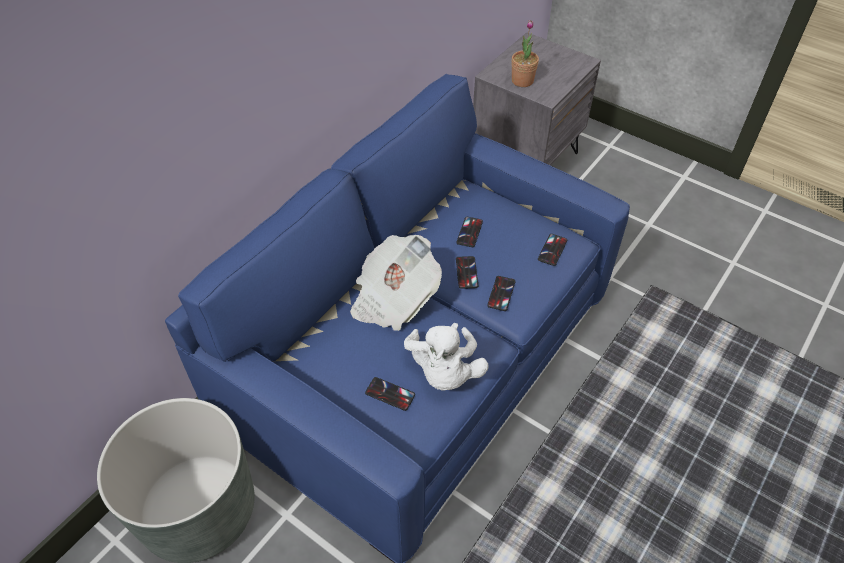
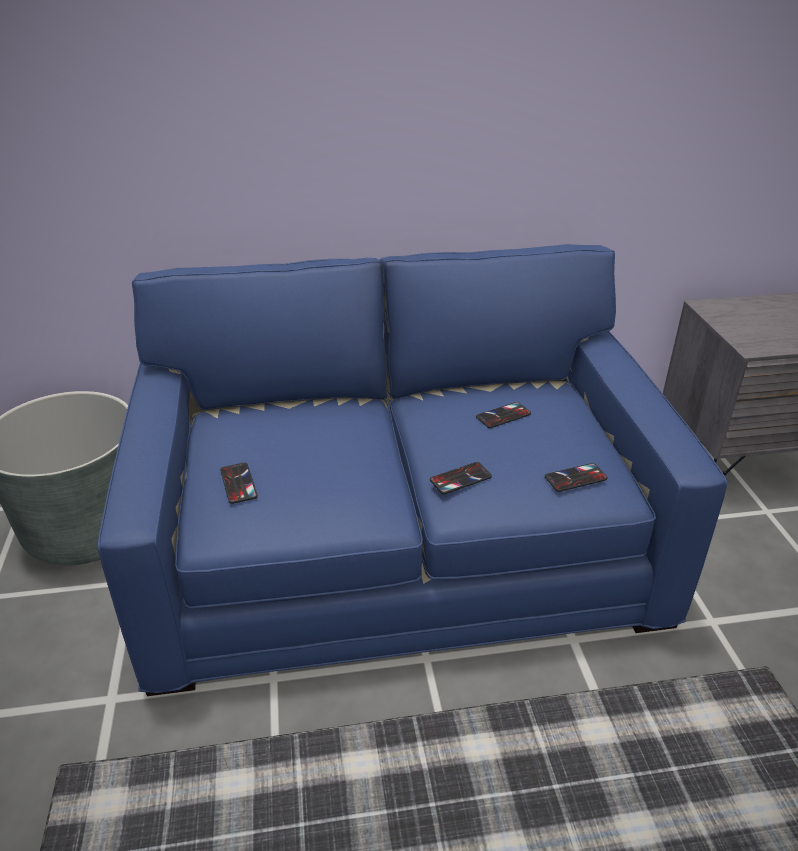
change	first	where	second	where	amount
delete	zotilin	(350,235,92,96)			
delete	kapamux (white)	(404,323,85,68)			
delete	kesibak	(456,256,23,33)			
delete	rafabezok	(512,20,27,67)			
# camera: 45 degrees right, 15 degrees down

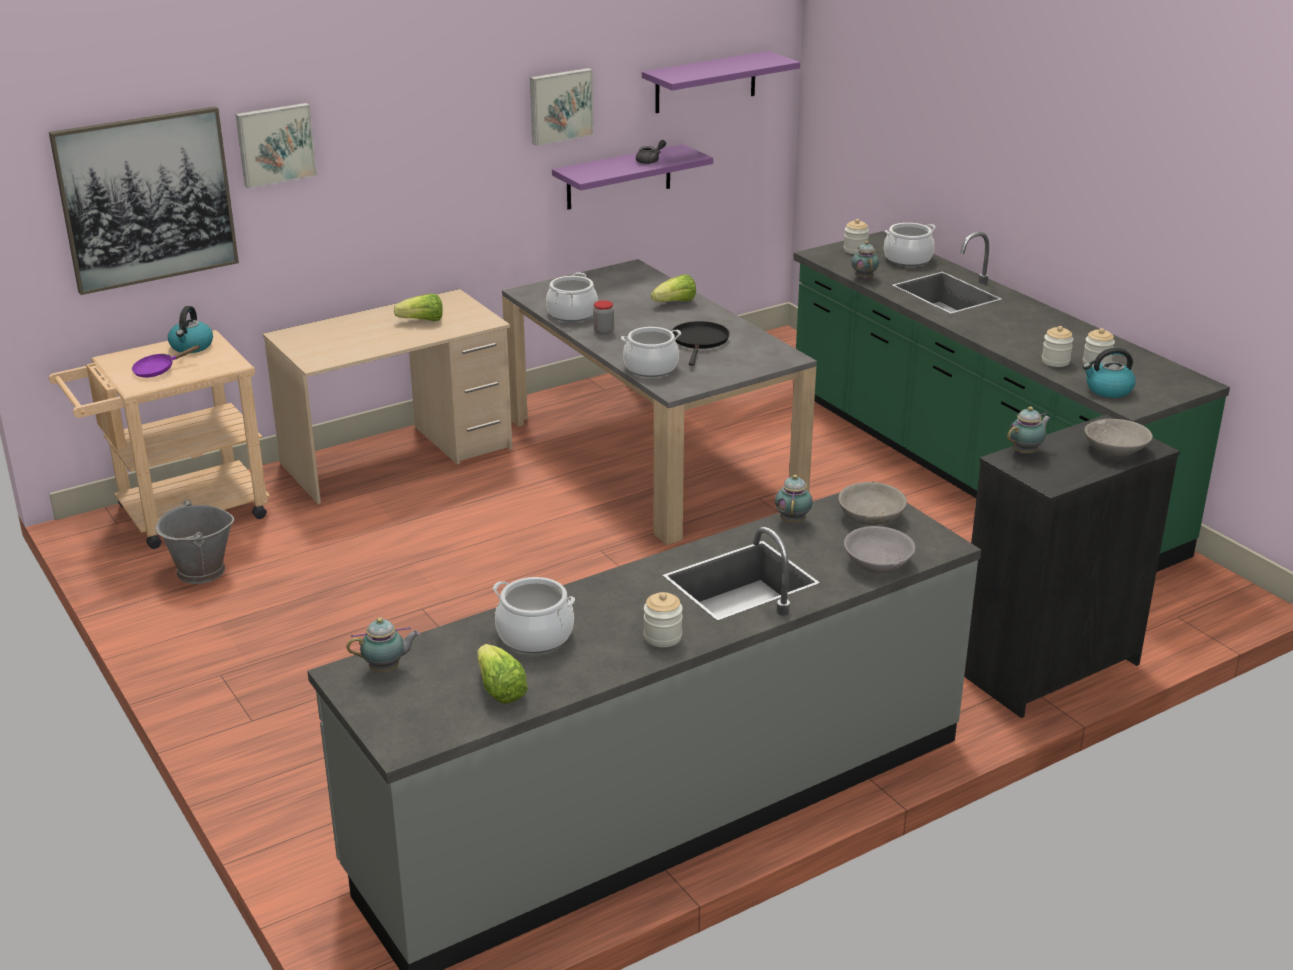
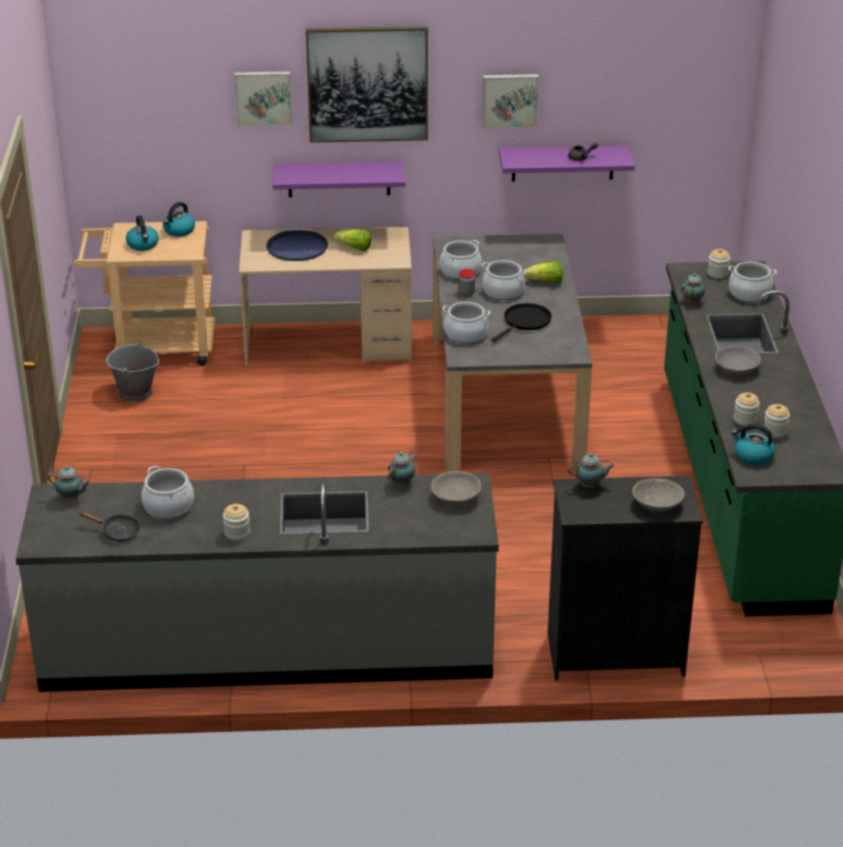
change	first	where	second	where	amount
insert			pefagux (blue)	(266,230,62,31)	
insert			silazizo	(482,260,45,40)	
move	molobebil	(49,106,190,189)		(306,26,122,117)	
move	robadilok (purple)	(642,51,158,62)		(273,161,132,36)	
move	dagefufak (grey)	(844,526,72,48)		(715,345,46,30)	
replace	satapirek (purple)	(132,345,68,33)	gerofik	(126,215,33,36)	
replace	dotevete	(477,644,51,60)	satapirek (black)	(78,511,62,30)	
# camera: 30 degrees right, 5 degrees up

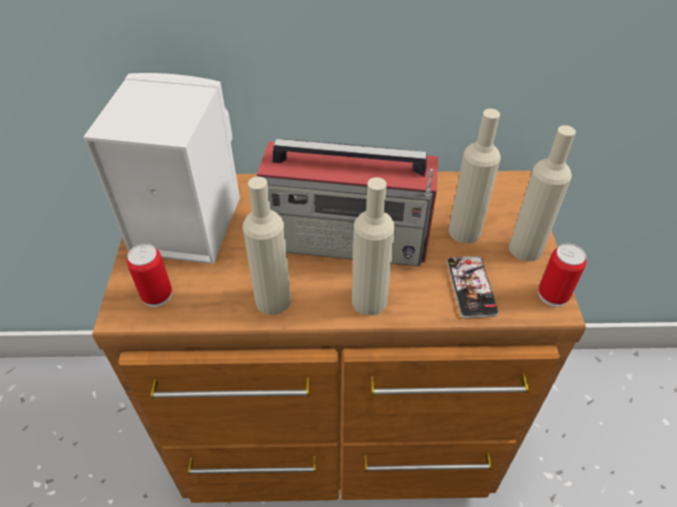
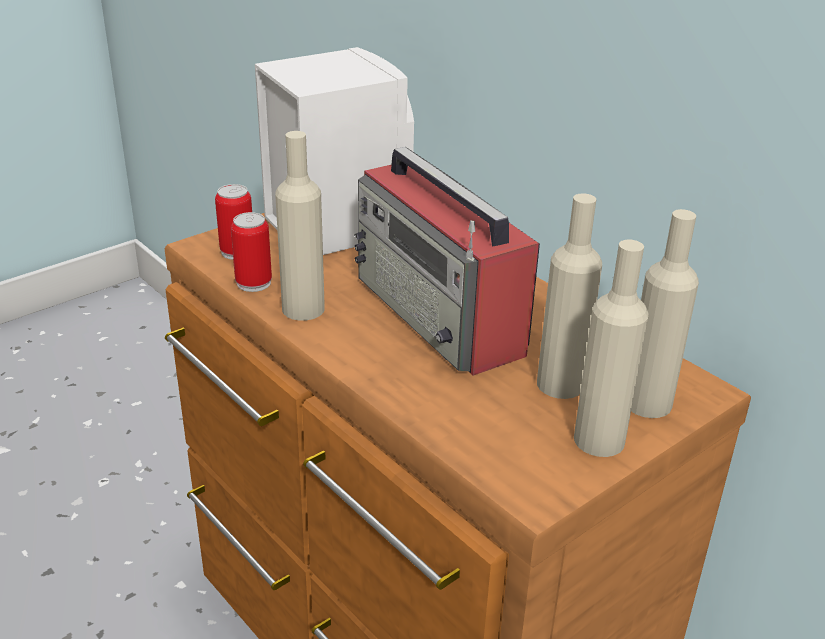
change	first	where	second	where	amount
delete	kesibak	(447,256,52,62)			
move	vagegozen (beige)	(352,177,43,139)		(631,209,68,209)	
move	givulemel	(538,244,49,63)		(231,212,41,80)	
# camera: 50 degrees right, 15 degrees down

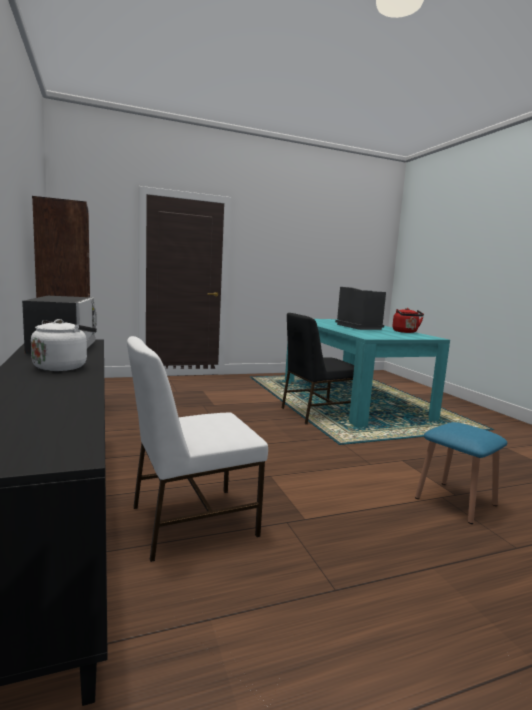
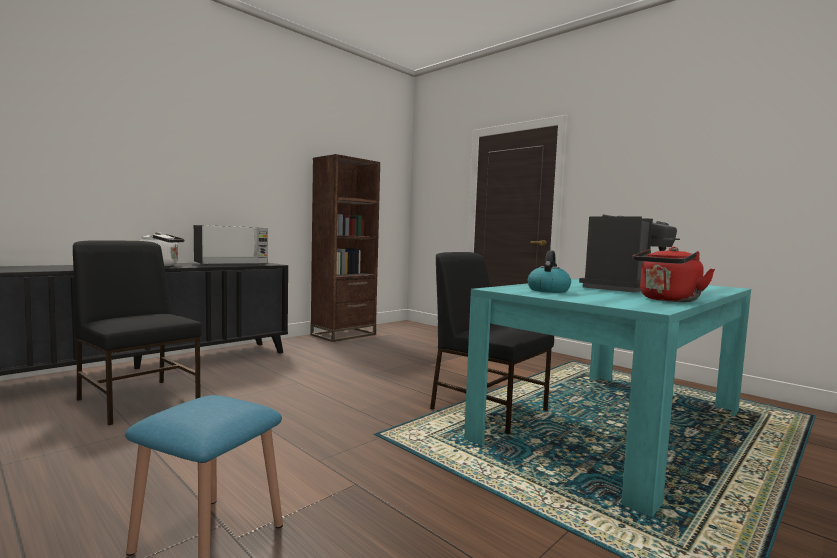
change	first	where	second	where	amount
insert			gerofik	(528,250,43,43)	
recolor	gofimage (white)	(127,336,141,226)	gofimage (black)	(73,240,129,185)	
# camera: 65 degrees right, 5 degrees down

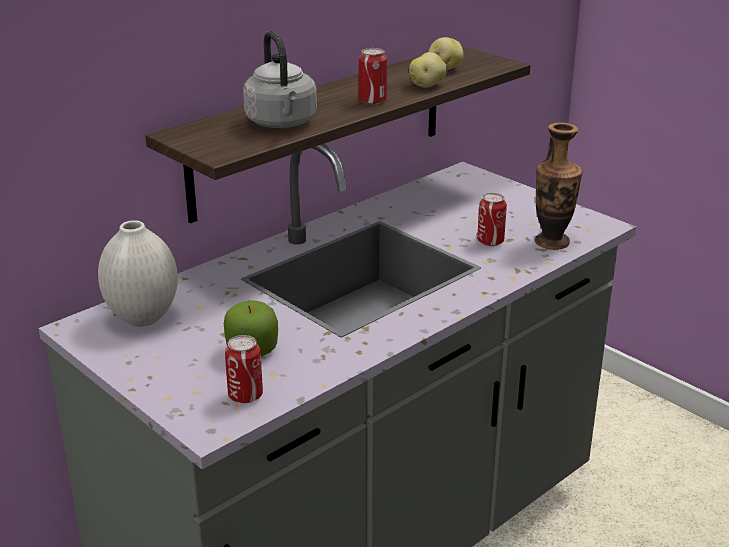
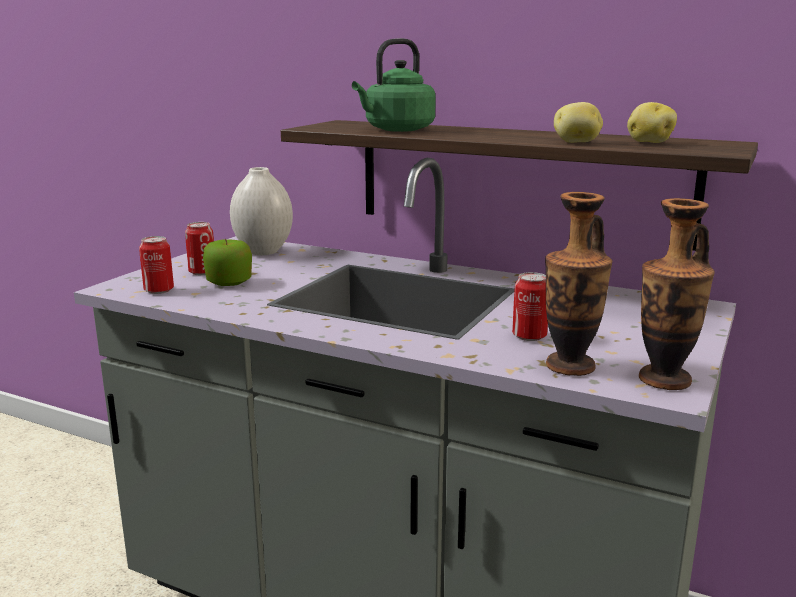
change	first	where	second	where	amount
insert			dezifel	(639,198,76,192)	
move	givulemel	(359,48,28,57)		(185,222,29,53)	
recolor	gerofik (grey)	(243,31,74,97)	gerofik (green)	(352,38,84,94)	
# camera: 70 degrees right, 10 degrees down

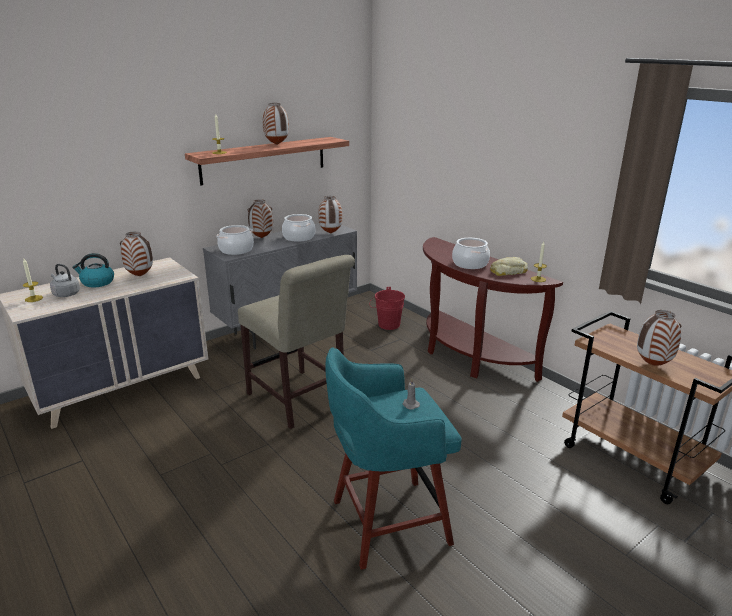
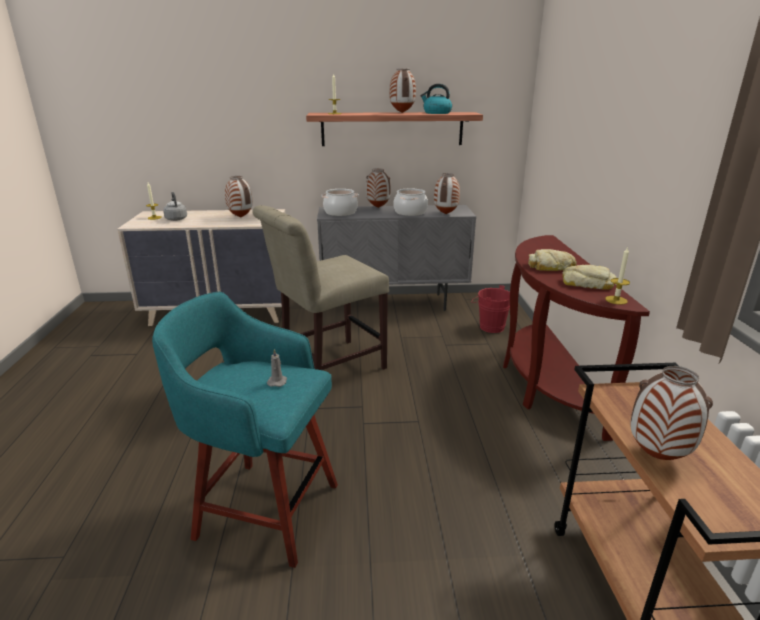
change	first	where	second	where	amount
move	gerofik	(72,253,42,34)		(420,84,32,30)	
replace	silazizo	(452,238,38,31)	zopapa	(528,249,49,22)	
rotate	gofimage (beige)	(238,255,117,174)		(252,205,137,165)	60 degrees clockwise
# camera: 35 degrees right, 0 degrees up

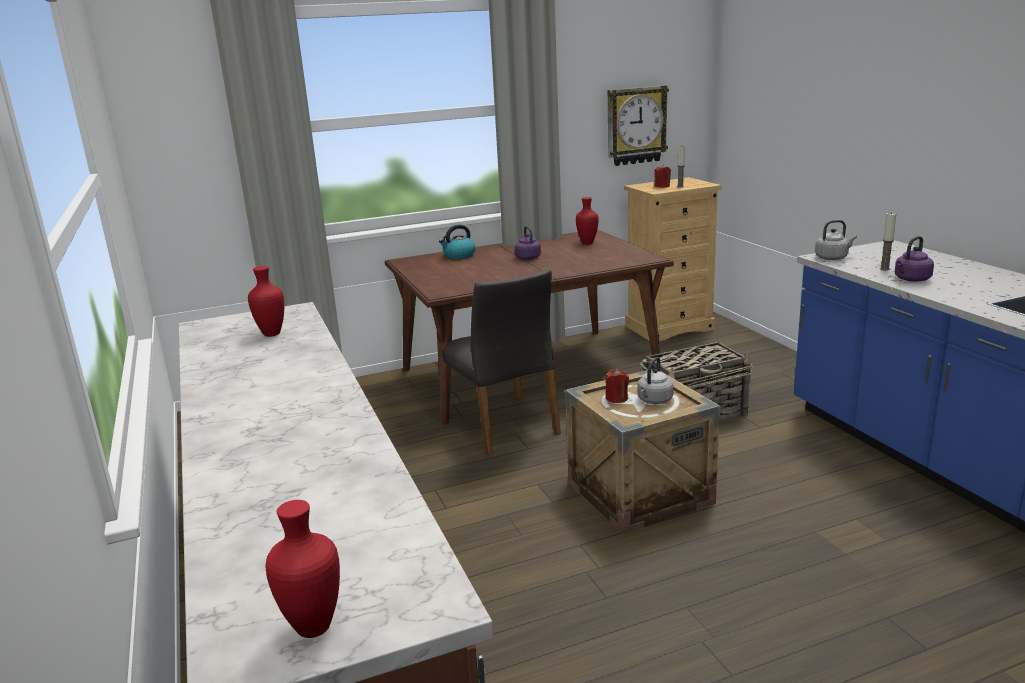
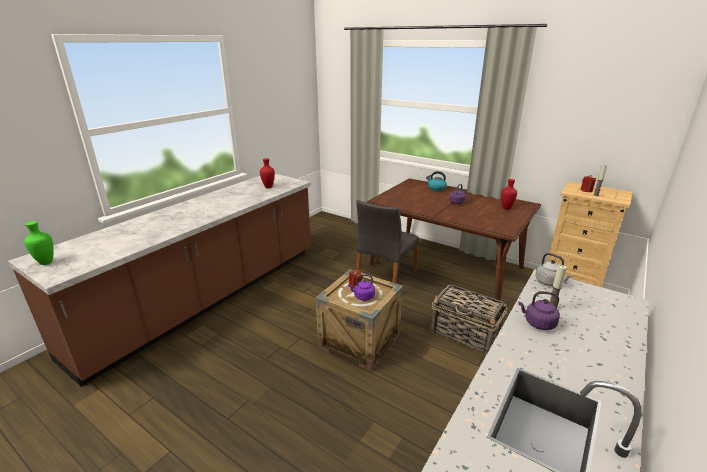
change	first	where	second	where	amount
delete	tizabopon	(608,85,61,81)			
recolor	dezifel (red)	(265,500,75,138)	dezifel (green)	(24,221,30,44)	
recolor	gerofik (grey)	(637,357,37,47)	gerofik (purple)	(348,274,27,27)	
# camera: 55 degrees right, 5 degrees up

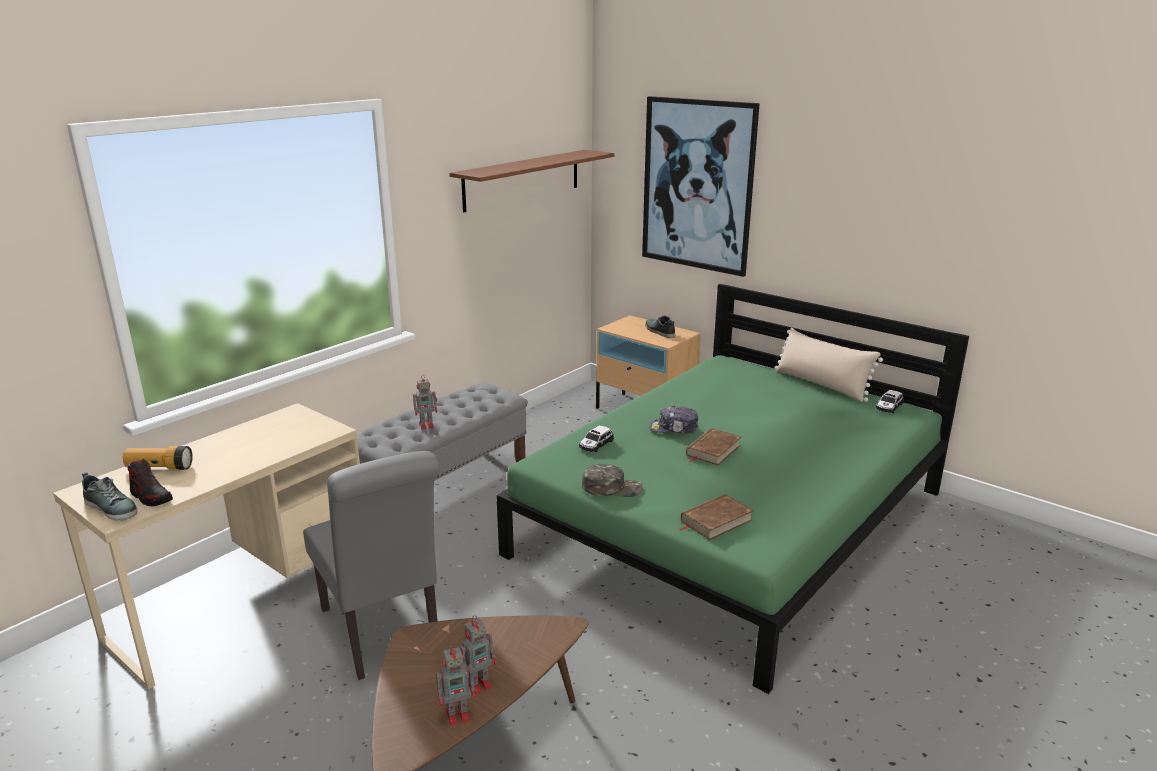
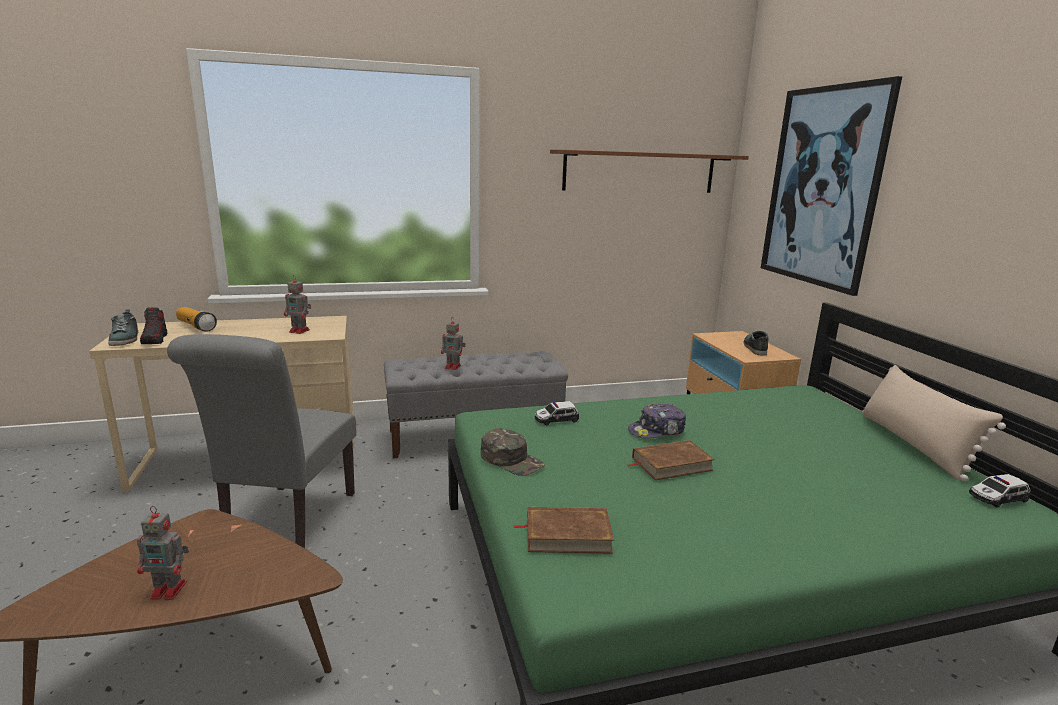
change	first	where	second	where	amount
move	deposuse	(436,644,40,83)		(284,275,27,59)	
rotate	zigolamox	(649,406,50,28)		(628,403,58,36)	60 degrees counterclockwise
# camera: 35 degrees right, 5 degrees down

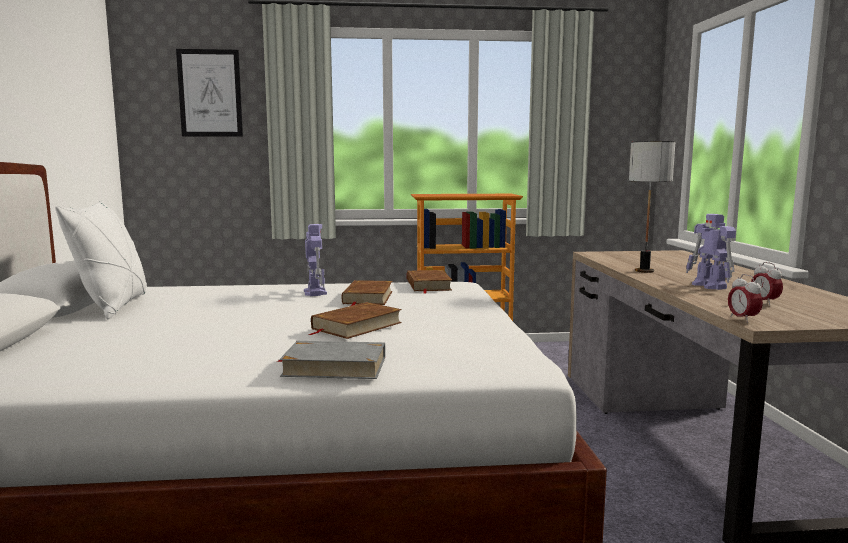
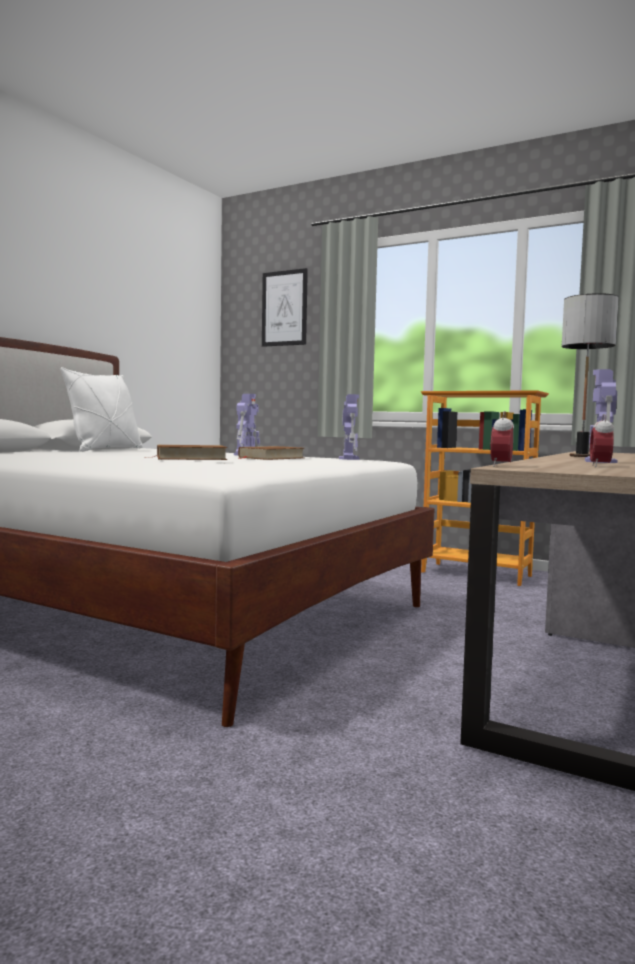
change	first	where	second	where	amount
delete	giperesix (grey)	(277,341,108,38)			
replace	giperesix (brown)	(407,270,45,24)	deposuse	(339,394,21,66)	
# camera: 35 degrees right, 5 degrees down

